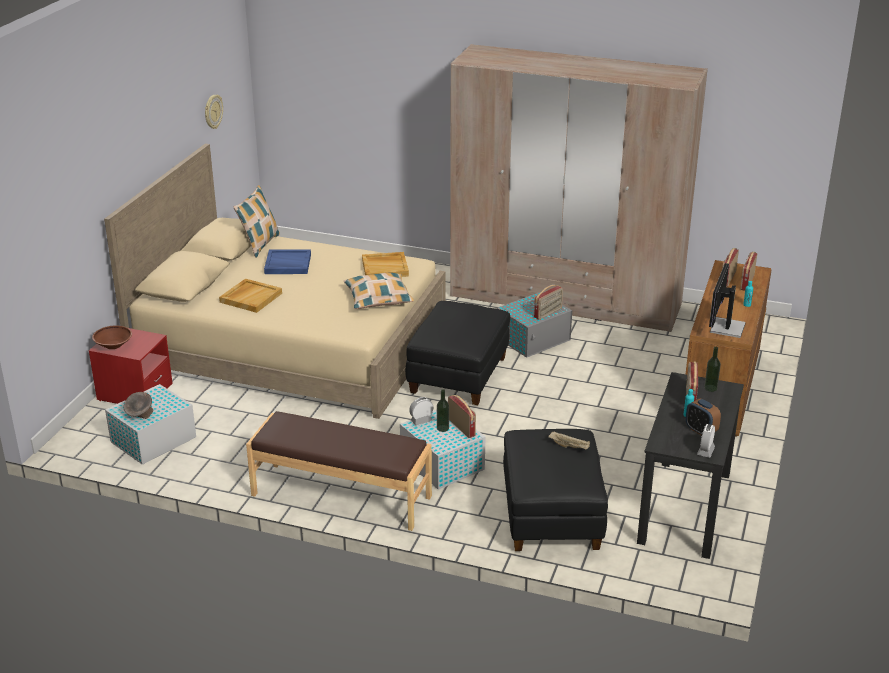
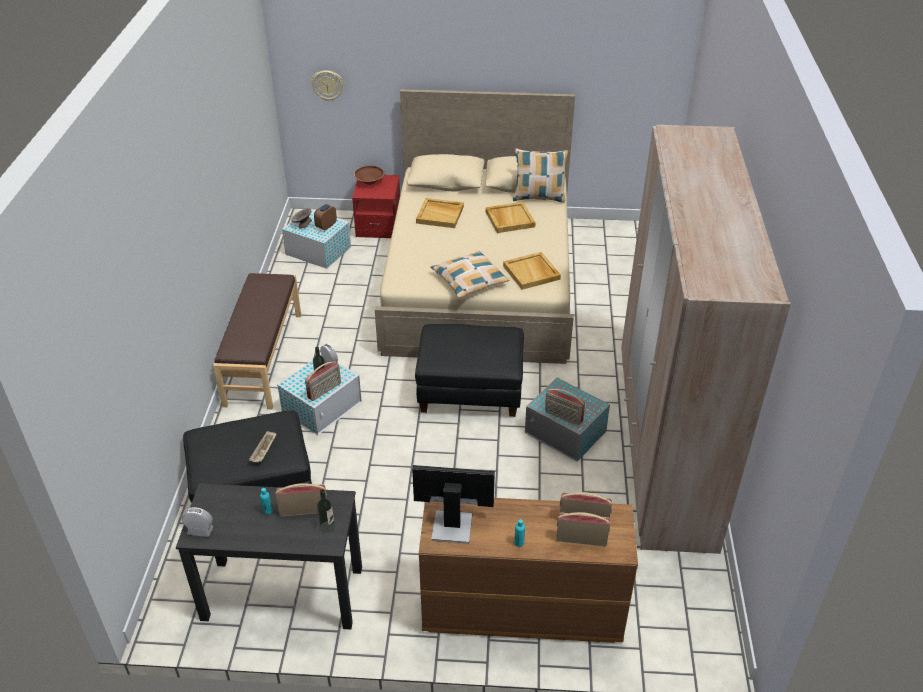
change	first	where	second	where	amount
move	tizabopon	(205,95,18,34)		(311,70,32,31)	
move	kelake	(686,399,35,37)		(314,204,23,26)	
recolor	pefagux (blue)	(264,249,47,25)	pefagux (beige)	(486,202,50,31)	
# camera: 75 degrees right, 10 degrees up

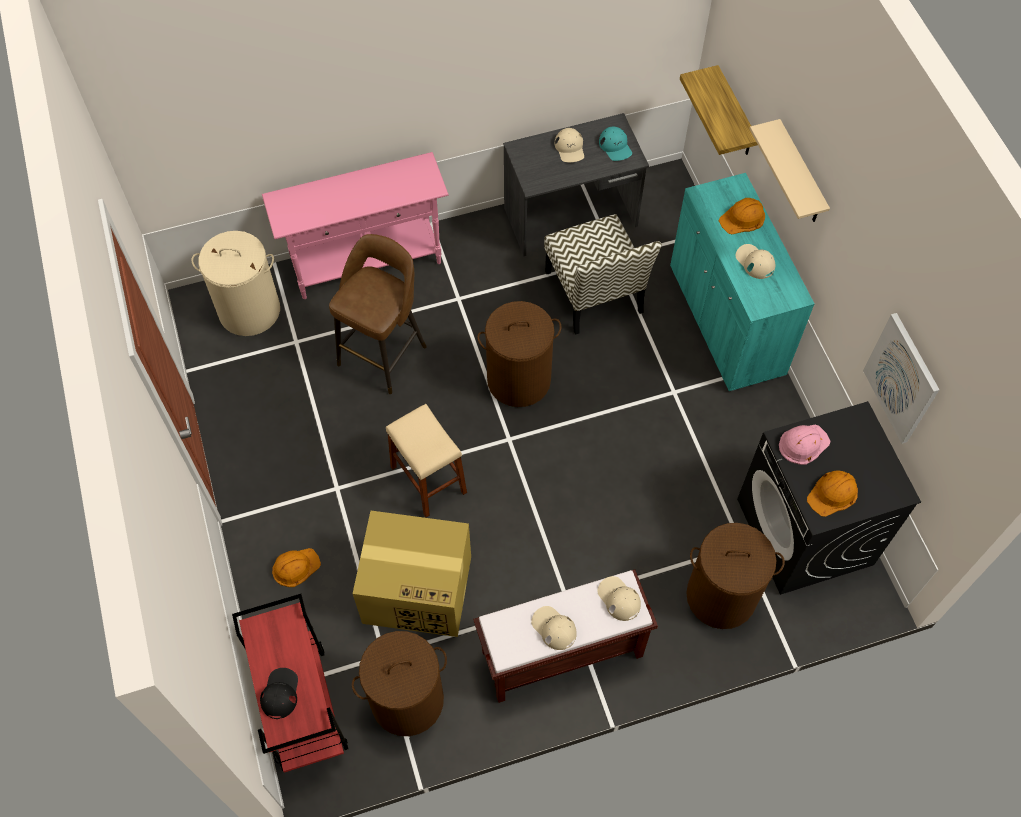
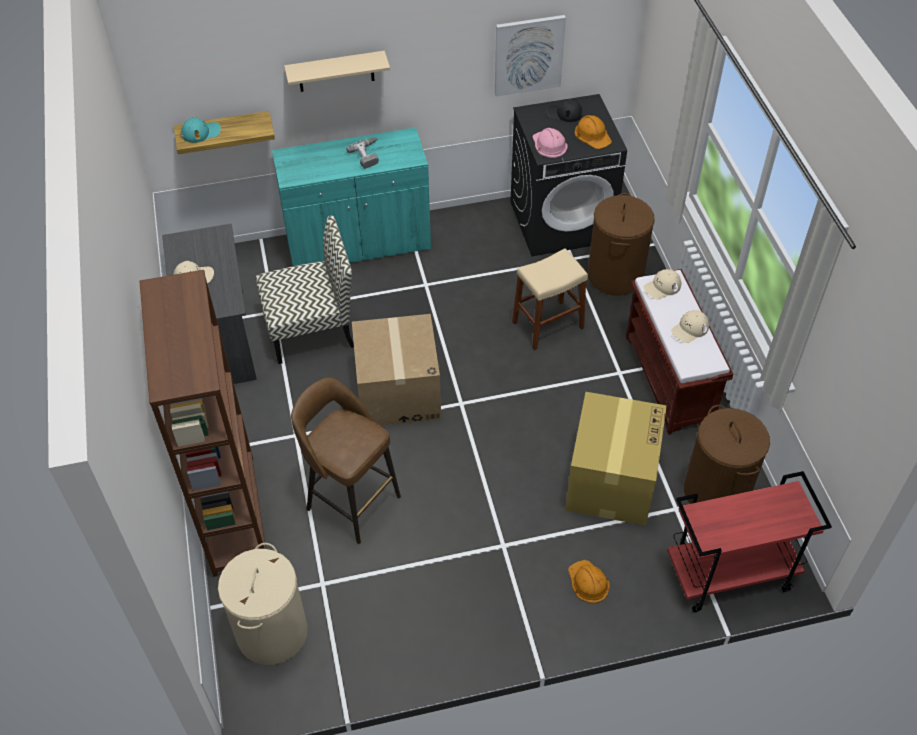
change	first	where	second	where	amount
delete	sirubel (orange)	(719,198,46,36)			
move	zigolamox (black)	(260,668,38,51)		(546,99,37,23)	
move	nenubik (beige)	(386,404,81,113)		(512,248,76,102)	
move	zigolamox (turquoise)	(599,126,33,35)		(181,118,40,25)	
replace	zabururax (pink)	(262,152,187,147)	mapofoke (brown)	(139,270,127,307)	
replace	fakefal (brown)	(477,301,85,106)	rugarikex	(352,314,89,112)	
replace	zigolamox (beige)	(735,244,40,35)	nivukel	(346,137,33,32)	
# camera: 85 degrees left, 10 degrees down

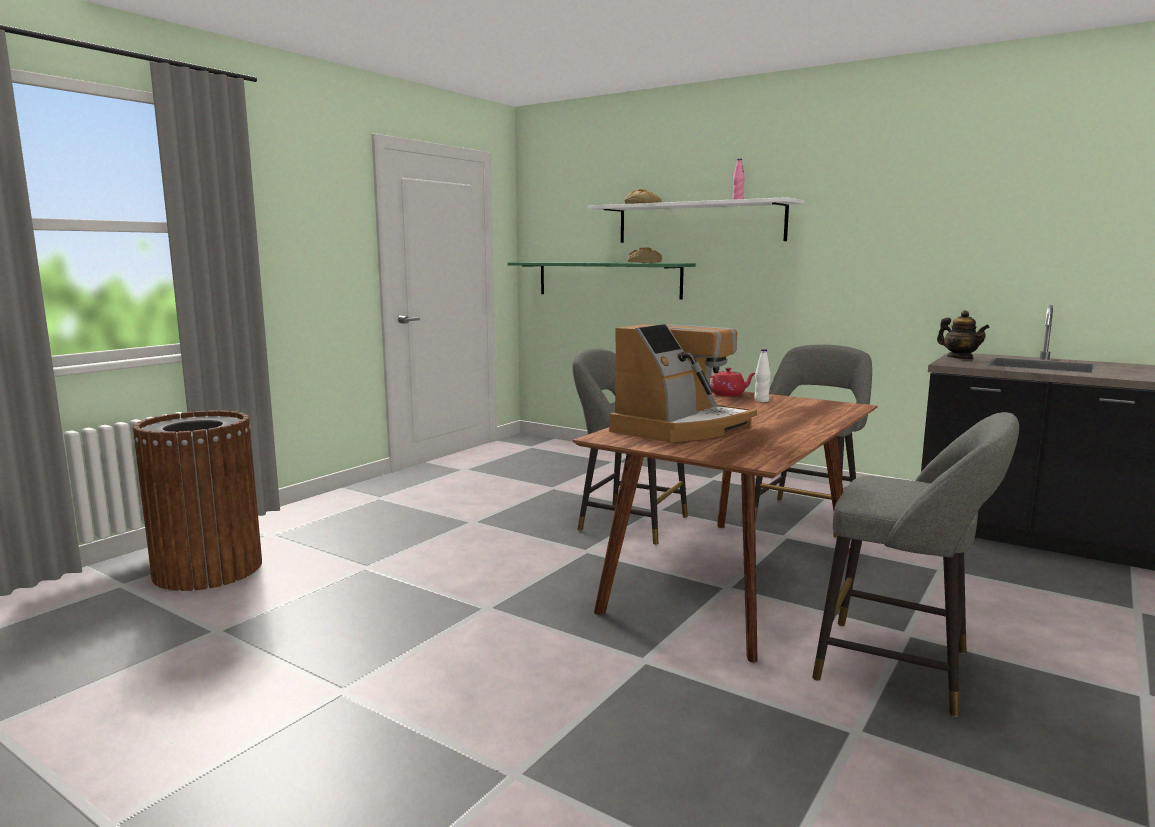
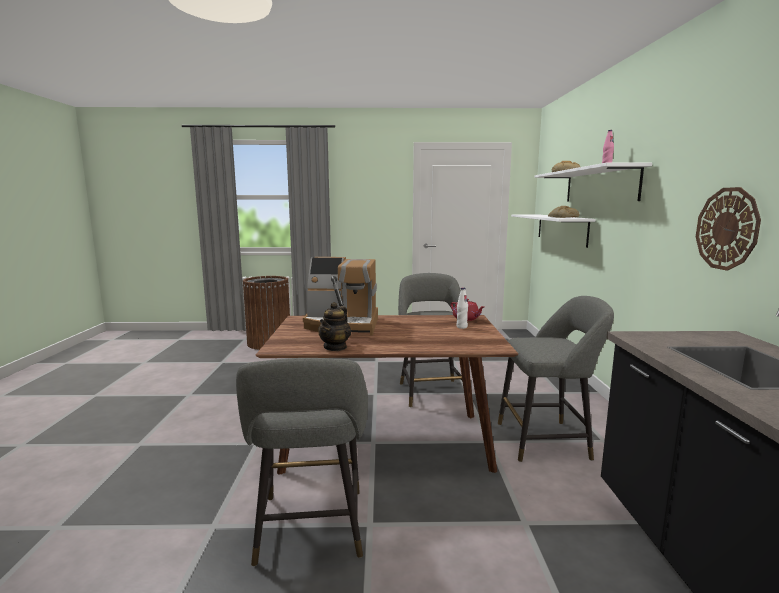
change	first	where	second	where	amount
insert			tizabopon	(696,187,65,84)	
move	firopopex	(937,310,53,49)		(318,302,33,49)	
recolor	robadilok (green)	(507,262,189,37)	robadilok (white)	(511,214,84,34)	
# camera: 55 degrees right, 0 degrees up

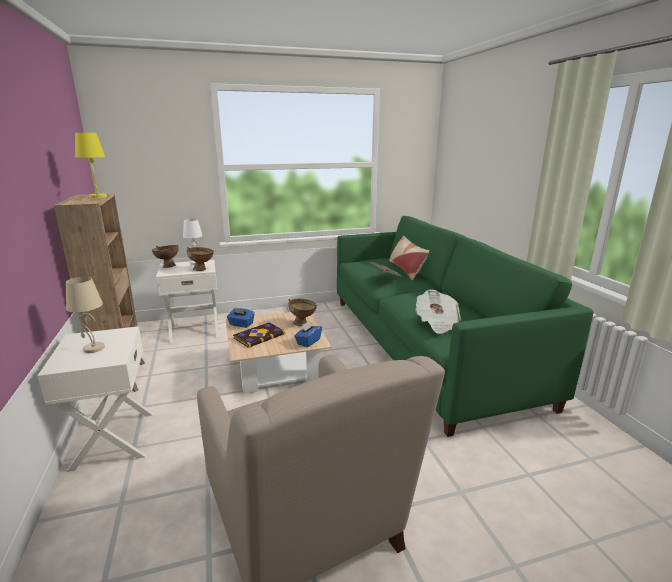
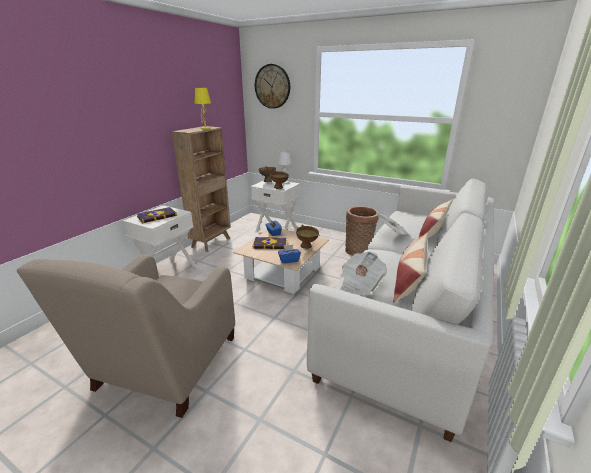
change	first	where	second	where	amount
insert			tizabopon	(255,64,35,45)	
insert			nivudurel	(345,206,34,50)	
insert			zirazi	(393,233,35,70)	
replace	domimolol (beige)	(66,276,39,77)	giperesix	(136,207,41,16)	
recolor	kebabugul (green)	(337,216,257,221)	kebabugul (white)	(307,179,187,263)	
# camera: 45 degrees right, 5 degrees up

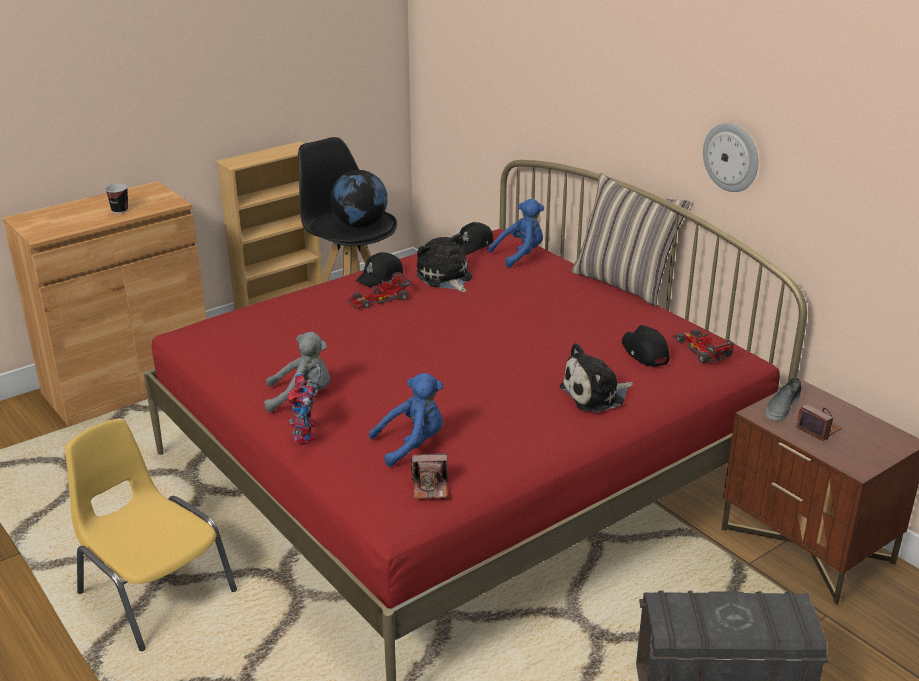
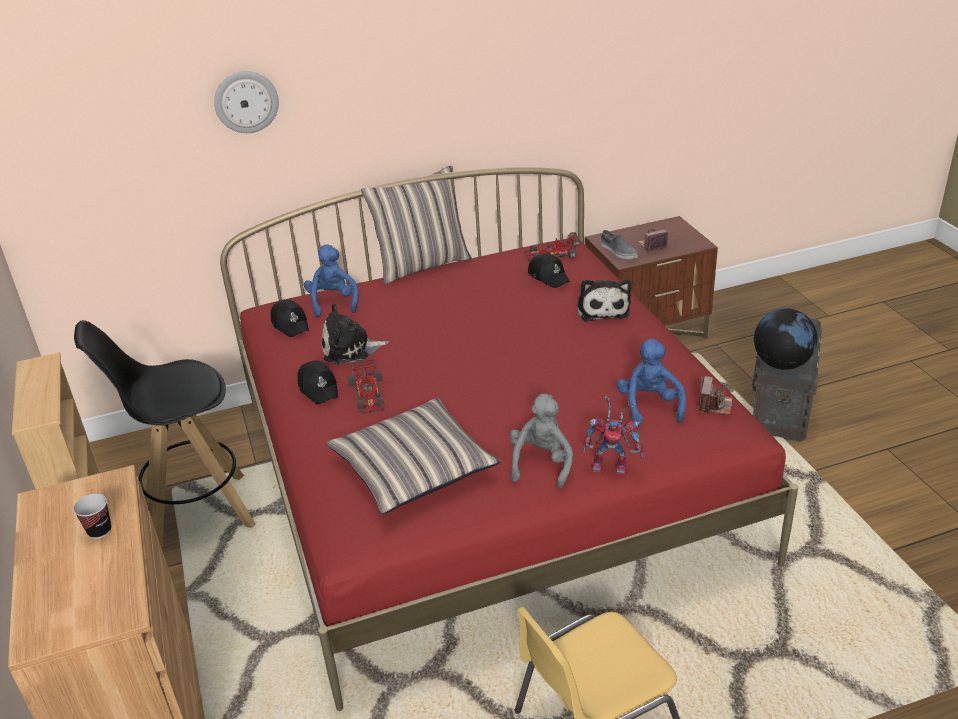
change	first	where	second	where	amount
insert			zirazi	(326,398,175,116)	
move	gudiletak	(331,170,56,57)		(754,308,64,62)	
move	tizabopon	(703,123,55,69)		(214,71,65,62)	
rotate	zigolamox (black)	(622,325,47,42)		(528,253,42,35)	120 degrees counterclockwise
# camera: 70 degrees left, 5 degrees up

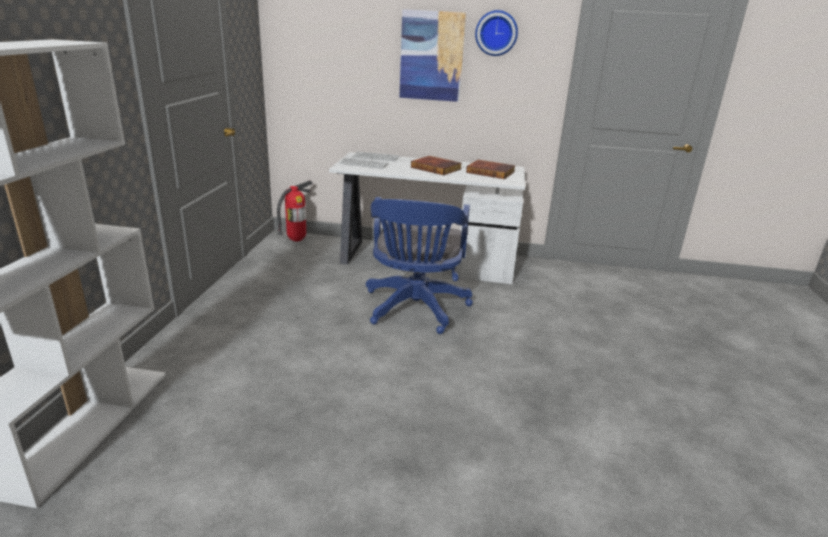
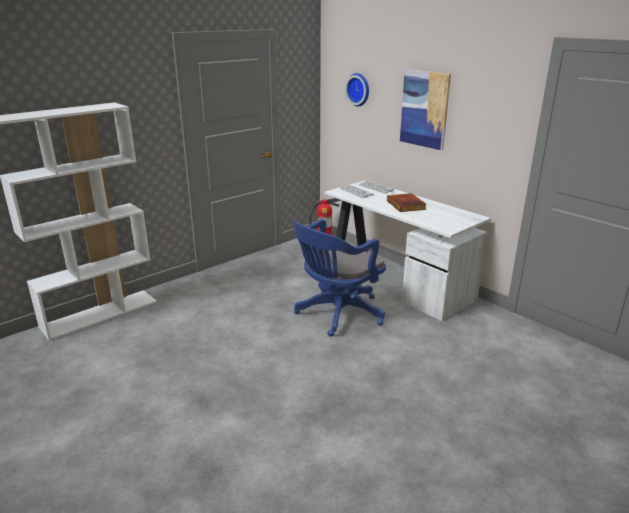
change	first	where	second	where	amount
delete	giperesix	(466,160,50,19)			
move	tizabopon	(475,10,43,46)		(345,73,24,33)	
# camera: 40 degrees right, 0 degrees up

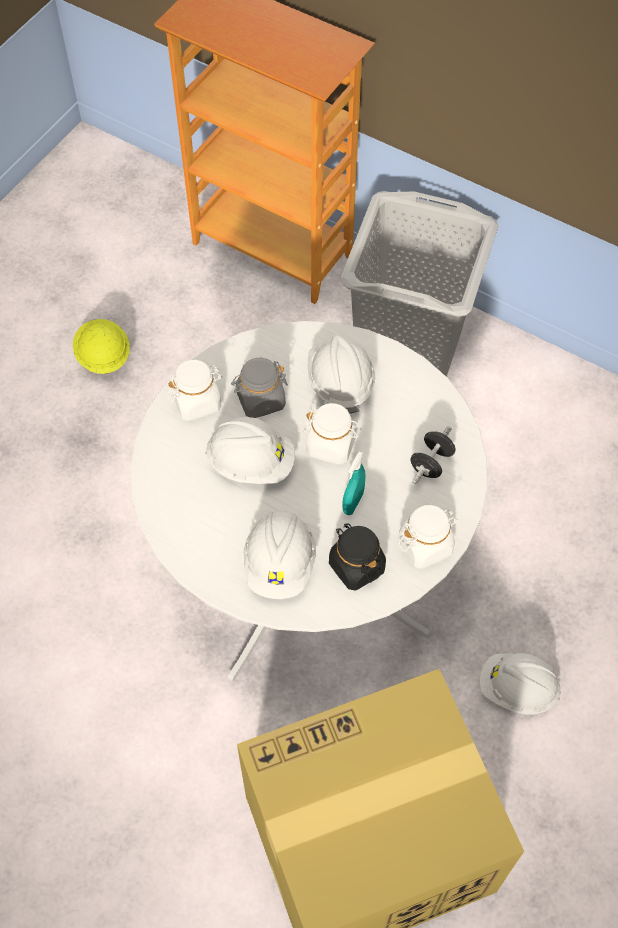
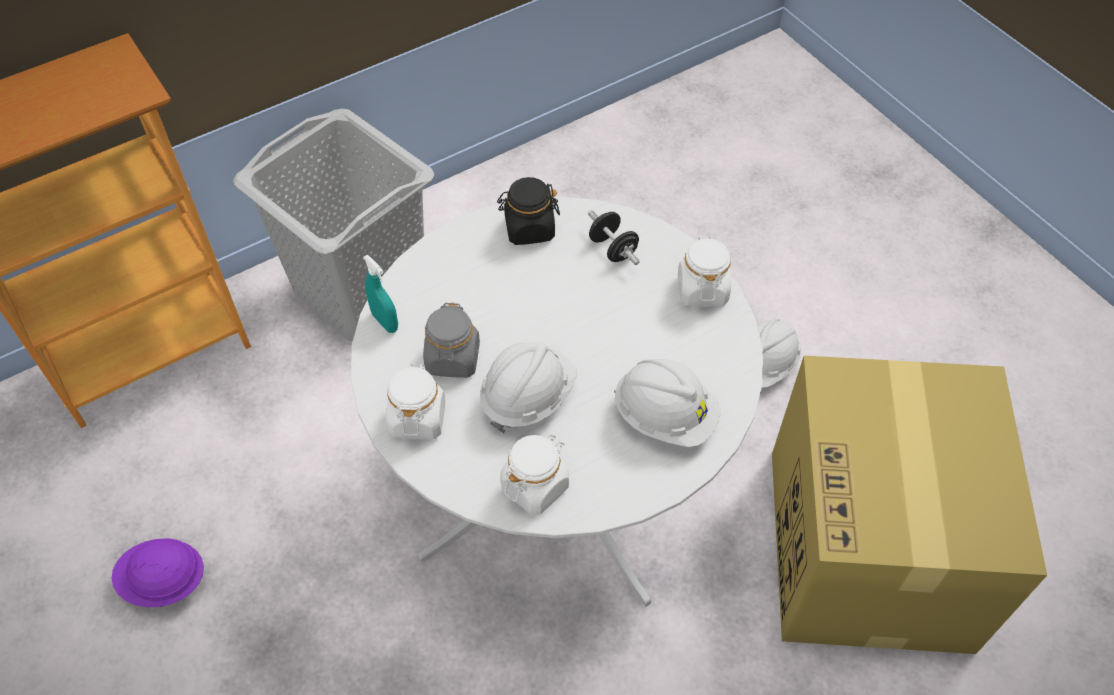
change	first	where	second	where	amount
delete	sirubel (white)	(307,335,68,79)			
move	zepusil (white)	(303,403,58,62)		(500,434,69,81)	
move	zepusil (black)	(329,523,57,68)		(497,177,63,68)	
move	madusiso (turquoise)	(342,451,24,64)		(363,254,35,79)	
recolor	sirubel (yellow)	(73,319,57,55)	sirubel (purple)	(111,538,93,69)	
# camera: 65 degrees left, 5 degrees down

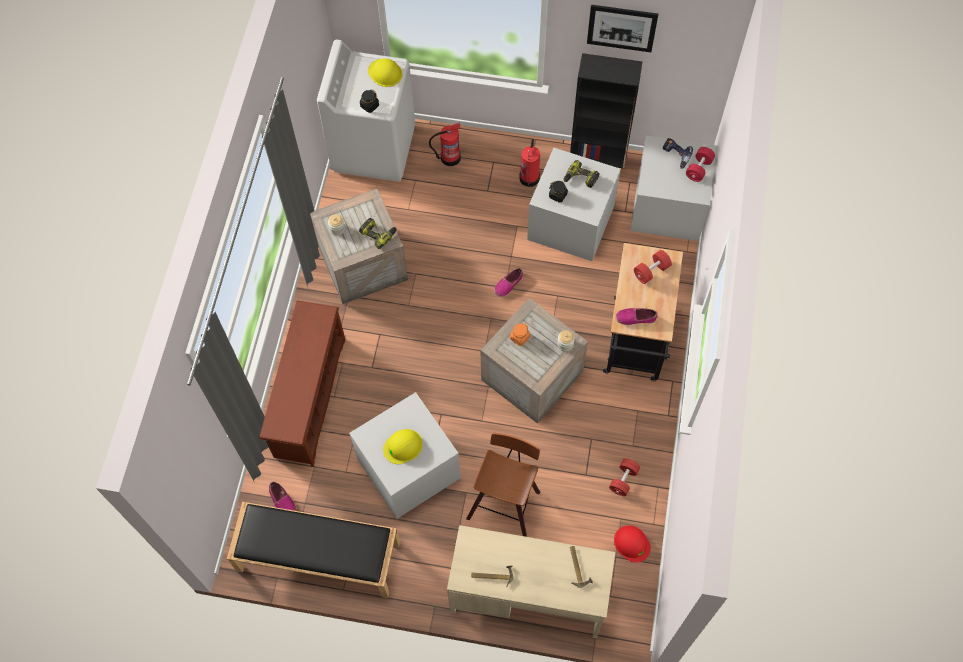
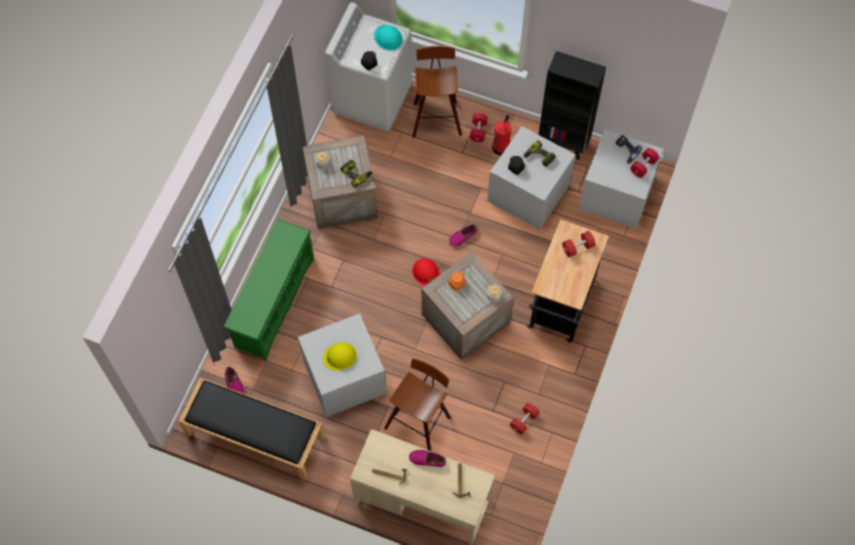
change	first	where	second	where	amount
delete	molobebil	(587,5,71,47)			
insert			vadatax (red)	(470,113,18,29)	
move	sirubel (red)	(614,525,37,38)		(412,258,28,28)	
move	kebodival	(616,308,42,17)		(409,450,37,17)	
replace	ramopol	(429,122,32,44)	nenubik	(412,46,50,92)	
recolor	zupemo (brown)	(259,301,86,166)	zupemo (green)	(223,219,91,142)	
recolor	sirubel (yellow)	(368,58,34,29)	sirubel (turquoise)	(374,25,29,26)	
# camera: 10 degrees right, 0 degrees up

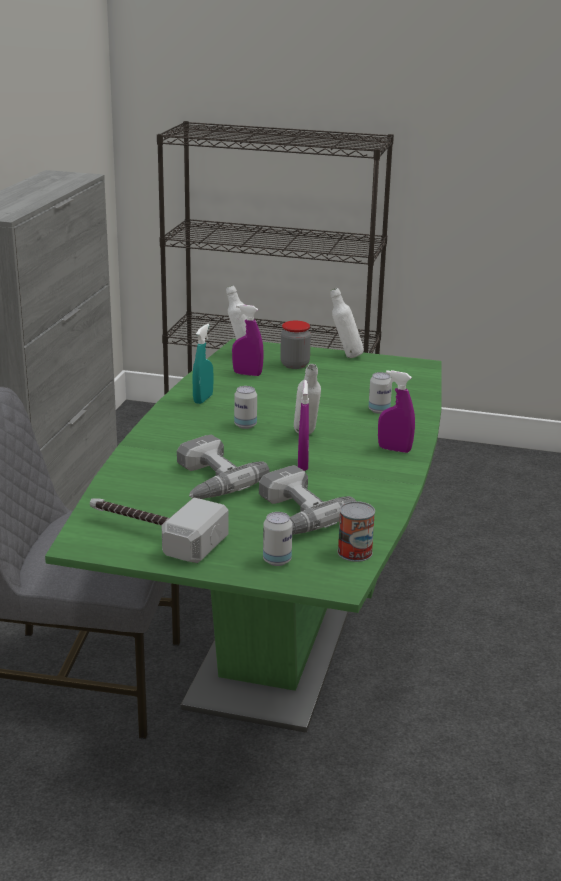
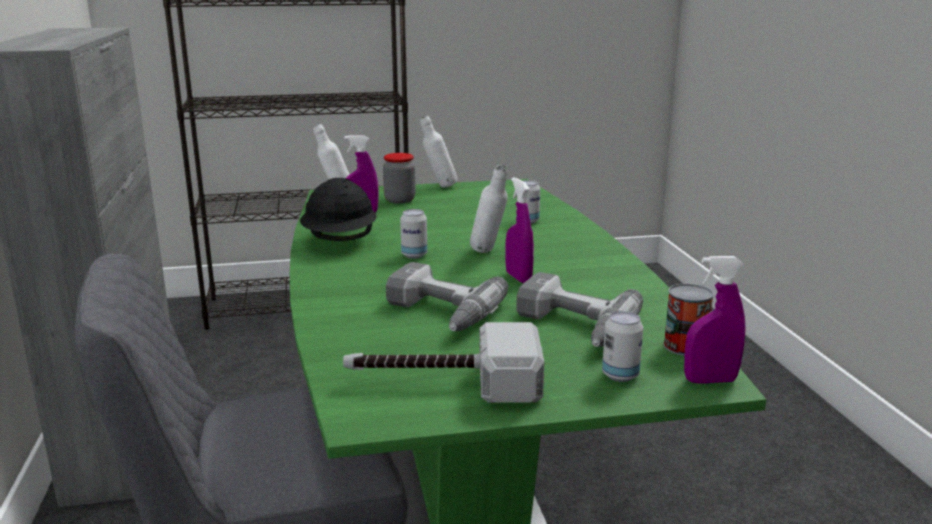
change	first	where	second	where	amount
move	madusiso (purple)	(378,370,37,83)		(684,256,62,128)	
replace	madusiso (turquoise)	(192,324,22,80)	sirubel (black)	(300,178,77,63)	
# camera: 25 degrees left, 5 degrees down

